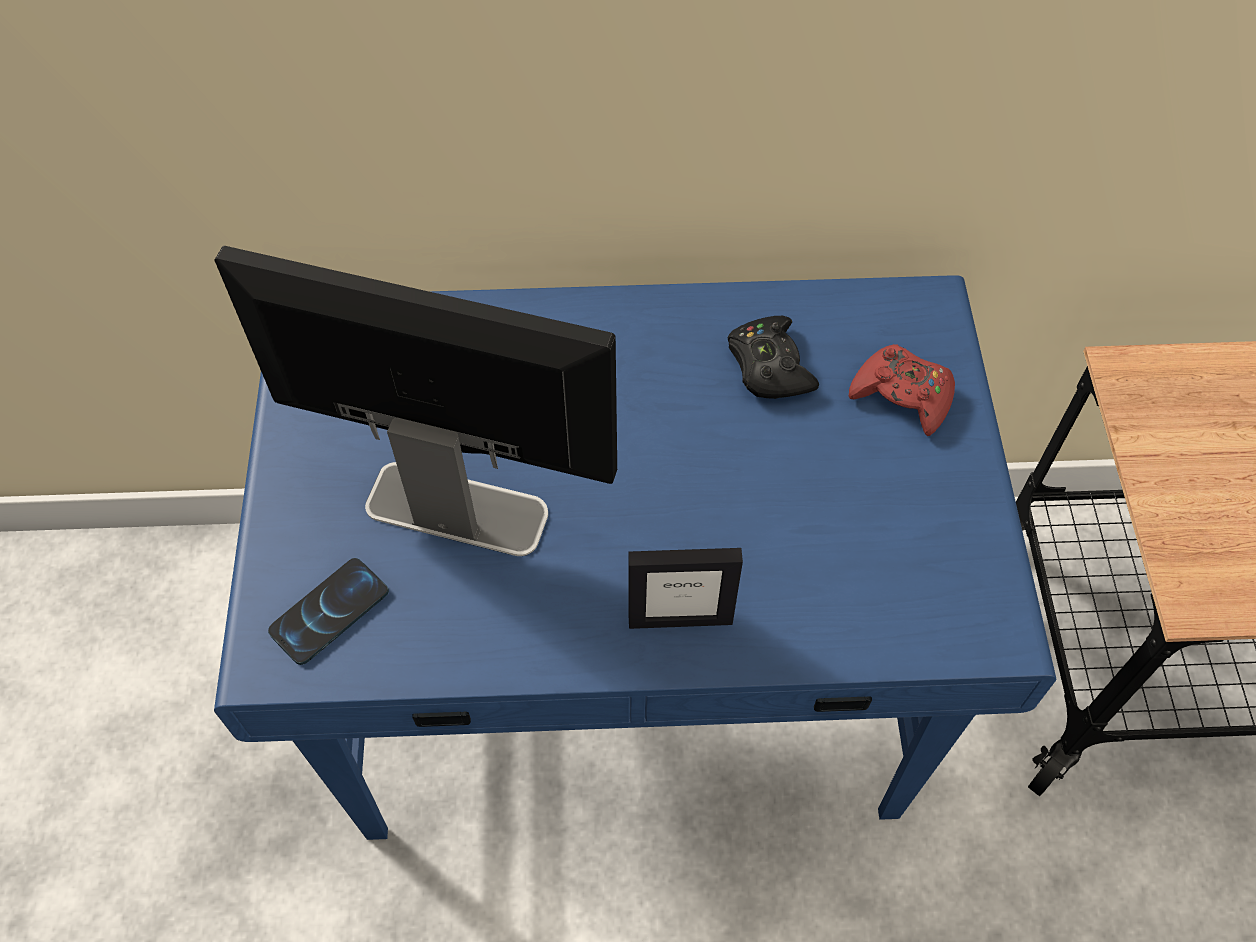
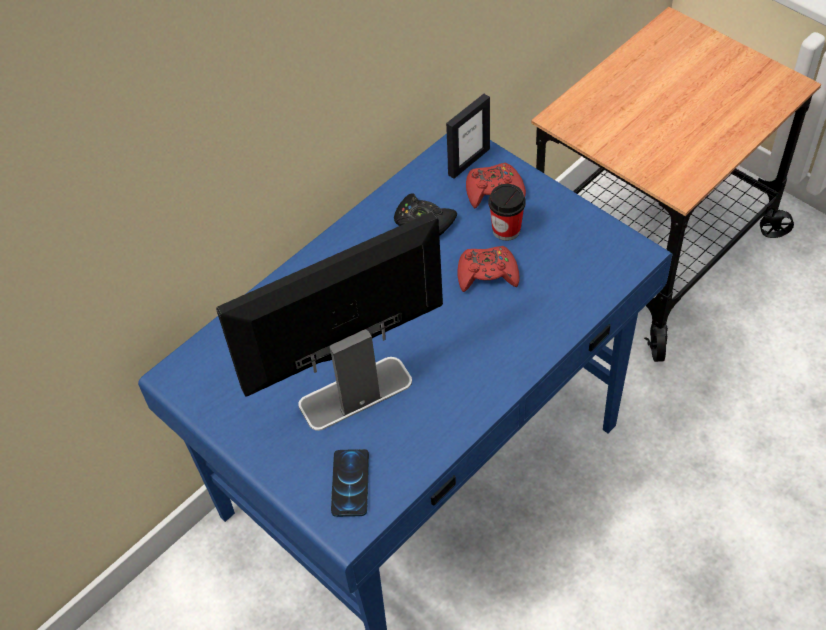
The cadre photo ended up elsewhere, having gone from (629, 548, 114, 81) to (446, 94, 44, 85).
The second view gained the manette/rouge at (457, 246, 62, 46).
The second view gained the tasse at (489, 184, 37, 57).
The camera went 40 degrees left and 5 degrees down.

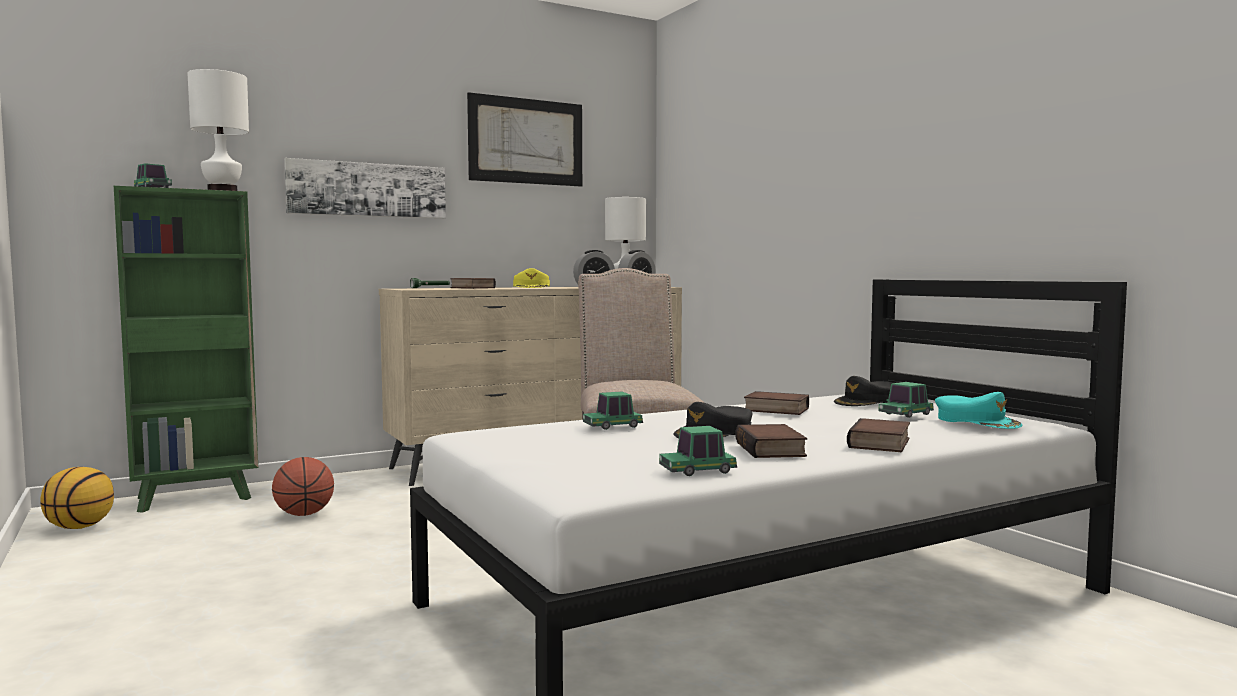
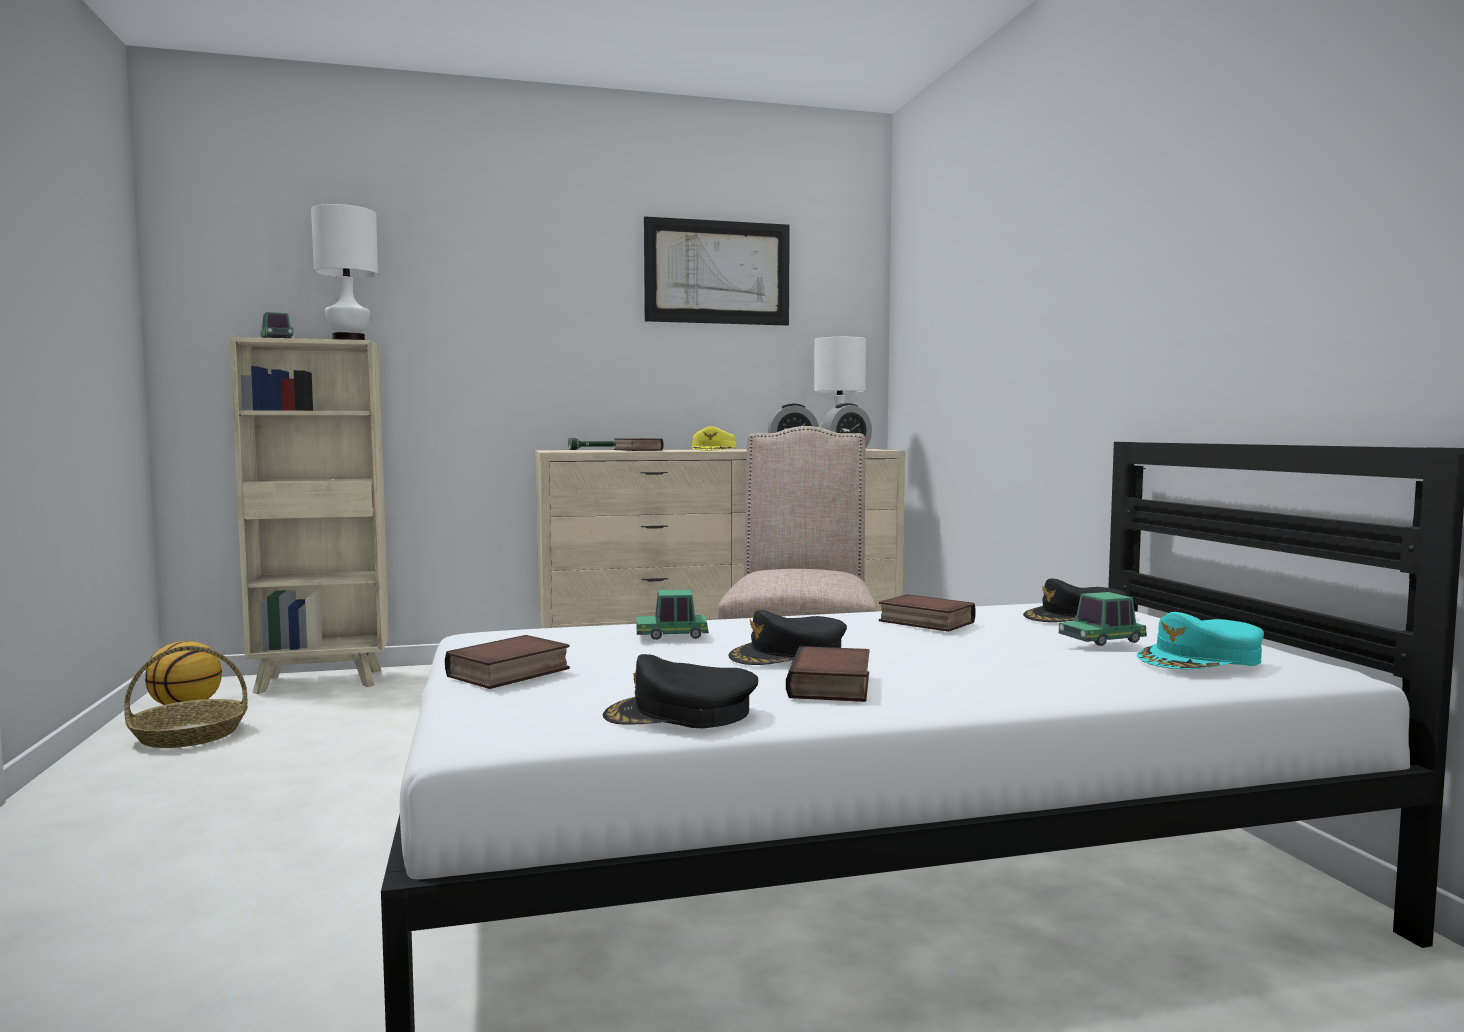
The second view gained the panier at (124, 646, 124, 102).
What was the bibliothèque/vert at (114, 186, 144, 327) turned into the bibliothèque/beige at (230, 337, 159, 357).
The livre ended up elsewhere, having gone from (847, 418, 63, 34) to (445, 635, 125, 54).
Where the petite voiture stood at (659, 426, 78, 50), the casquette/noir came to stand at (603, 654, 155, 74).
The casquette/turquoise at (935, 392, 88, 37) ended up facing another way, 90 degrees clockwise from before.
The second view lost the ballon de basket at (272, 457, 62, 59).
The second view lost the tableau at (284, 158, 162, 60).
The camera went 15 degrees right and 0 degrees up.

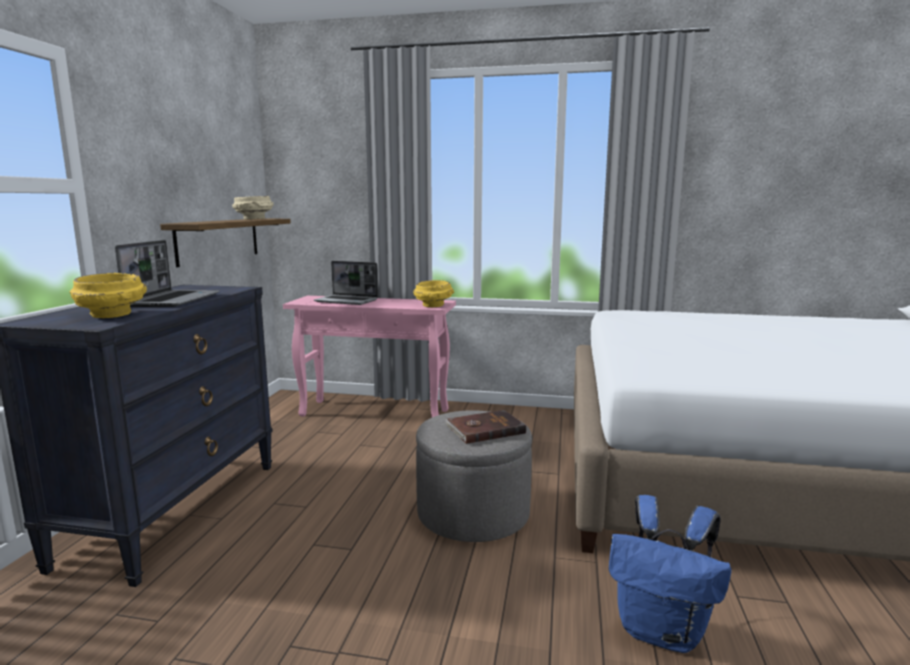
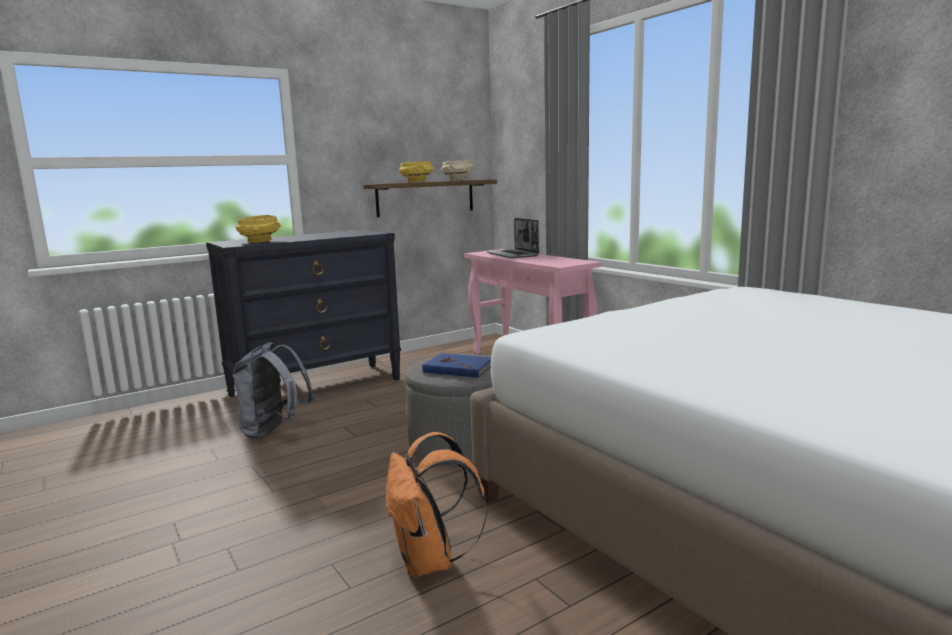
The second view gained the sac à dos/gris at (233, 342, 81, 97).
What was the sac à dos/bleu at (609, 495, 123, 158) turned into the sac à dos/orange at (386, 432, 102, 145).
The bol/jaune ended up elsewhere, having gone from (413, 280, 41, 27) to (399, 161, 35, 21).
What was the livre/marron at (445, 410, 81, 34) turned into the livre/bleu at (422, 353, 69, 25).
The second view lost the ordinateur portable at (115, 240, 105, 67).
The camera went 45 degrees right and 0 degrees up.

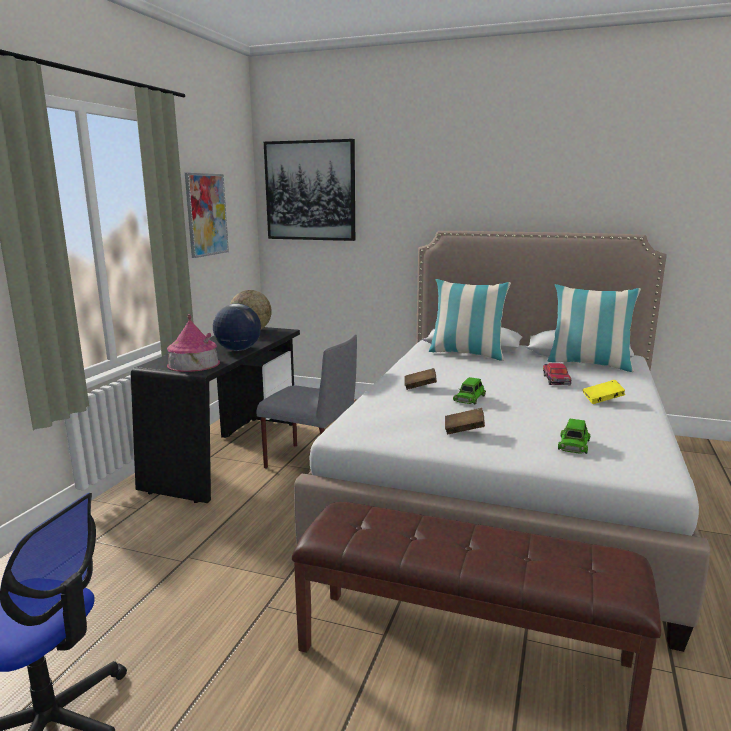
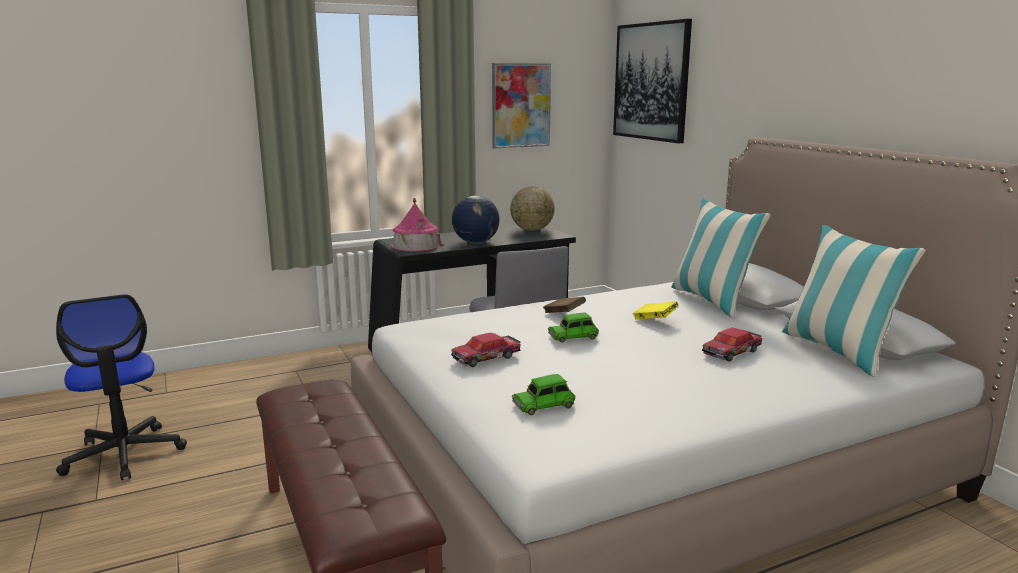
Where the livre/marron stood at (445, 408, 40, 26), the petite voiture came to stand at (451, 333, 69, 34).
The livre/jaune ended up elsewhere, having gone from (583, 380, 42, 24) to (633, 301, 45, 19).
The camera went 45 degrees right and 0 degrees up.

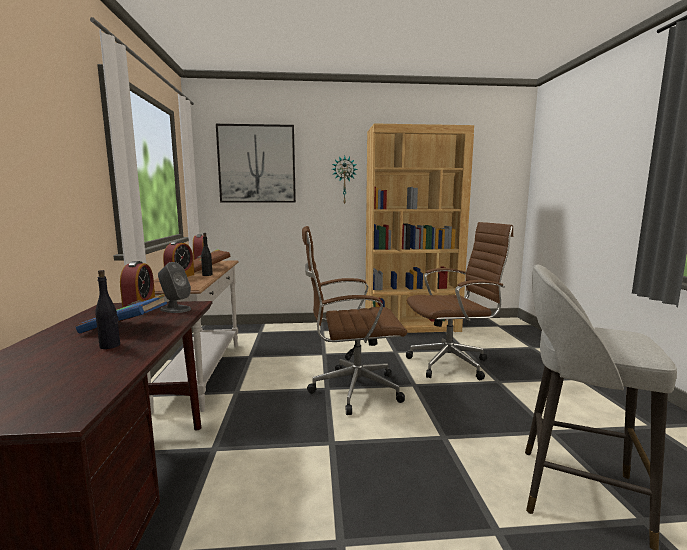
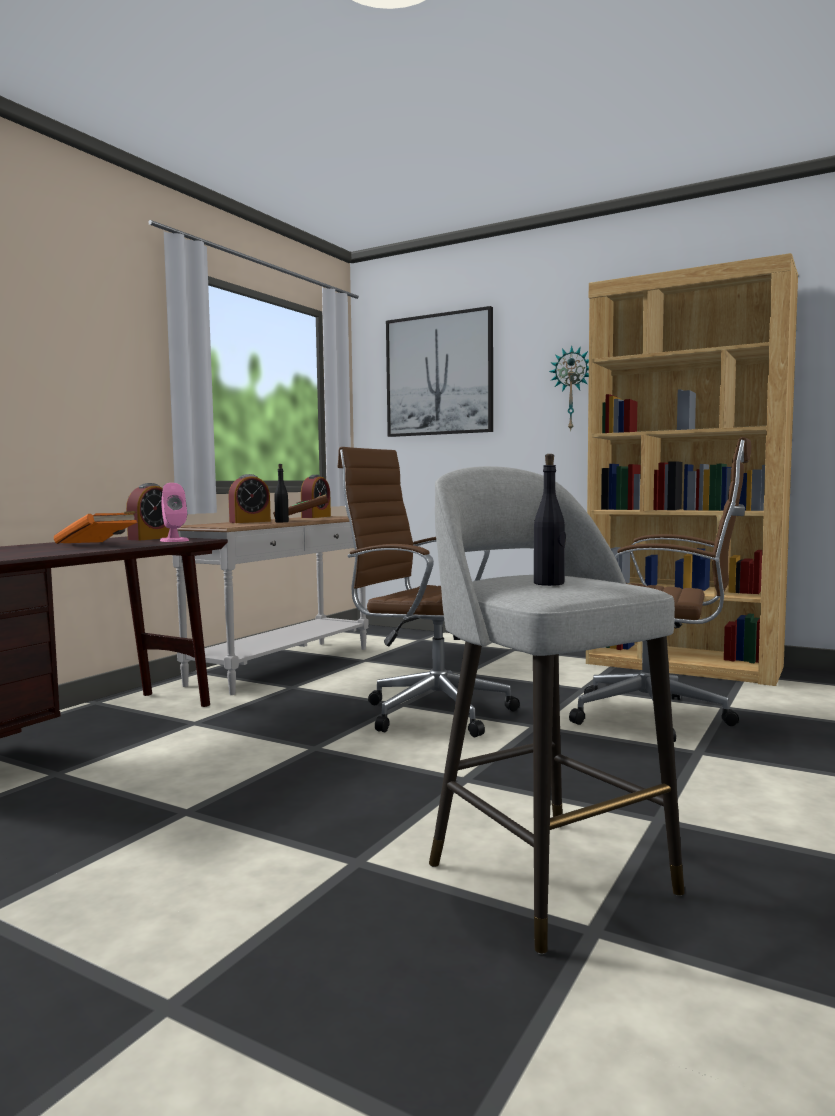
What was the livre/bleu at (76, 294, 91, 40) turned into the livre/orange at (54, 511, 83, 33).
What was the enceinte/gris at (158, 262, 33, 51) turned into the enceinte/rose at (160, 483, 29, 59).
The bouteille/noir ended up elsewhere, having gone from (95, 270, 25, 79) to (534, 454, 32, 132).
The camera went 35 degrees right and 5 degrees down.

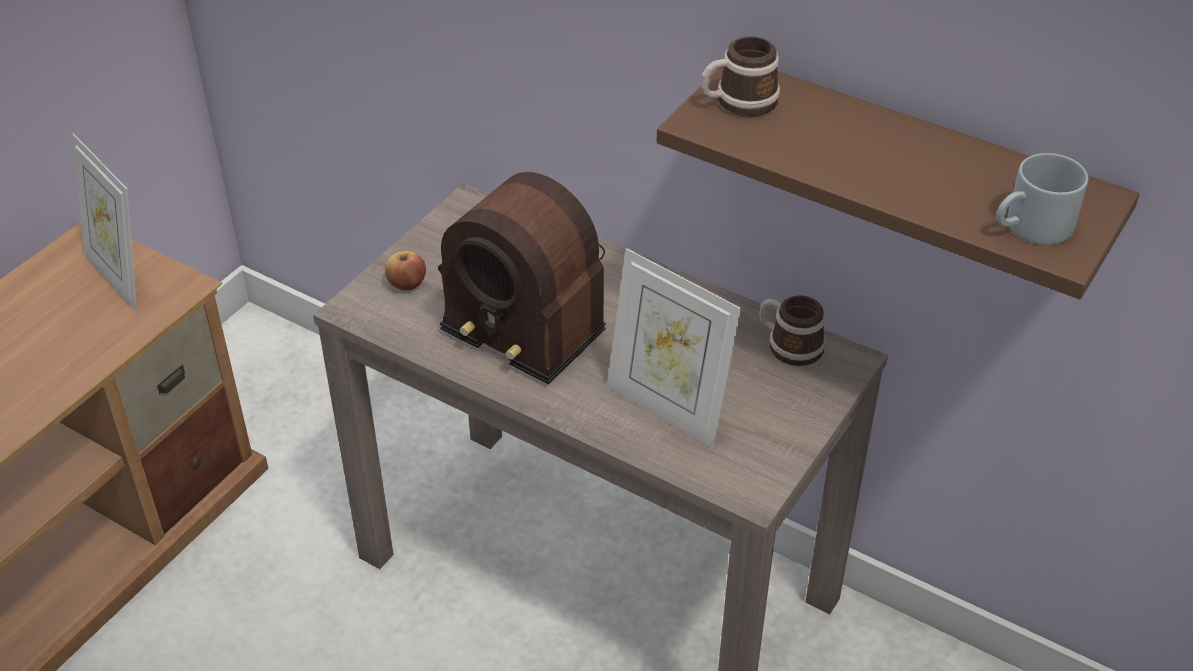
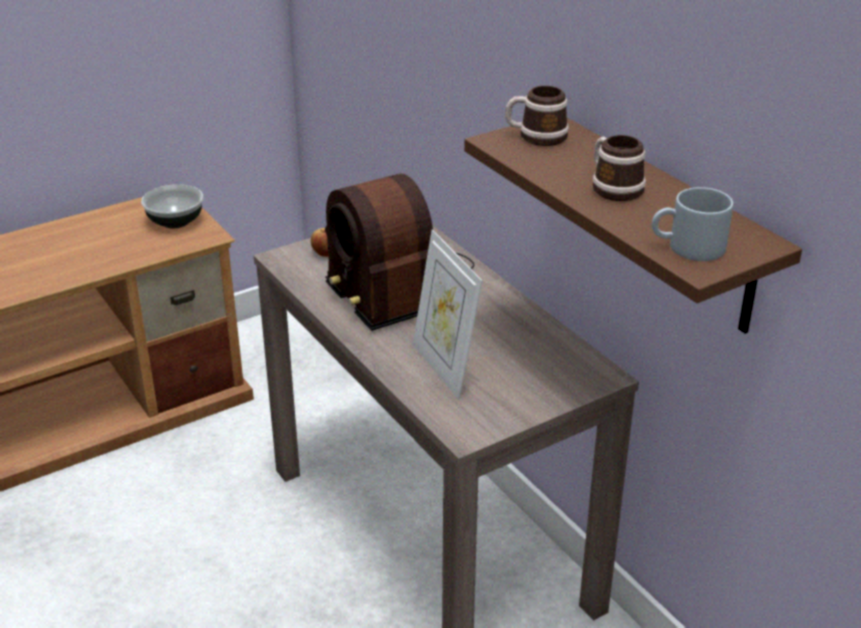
Where the cadre photo stood at (72, 133, 65, 179), the bol came to stand at (141, 184, 62, 44).
The mug ended up elsewhere, having gone from (759, 295, 67, 71) to (593, 135, 53, 66).
The camera went 25 degrees right and 10 degrees down.

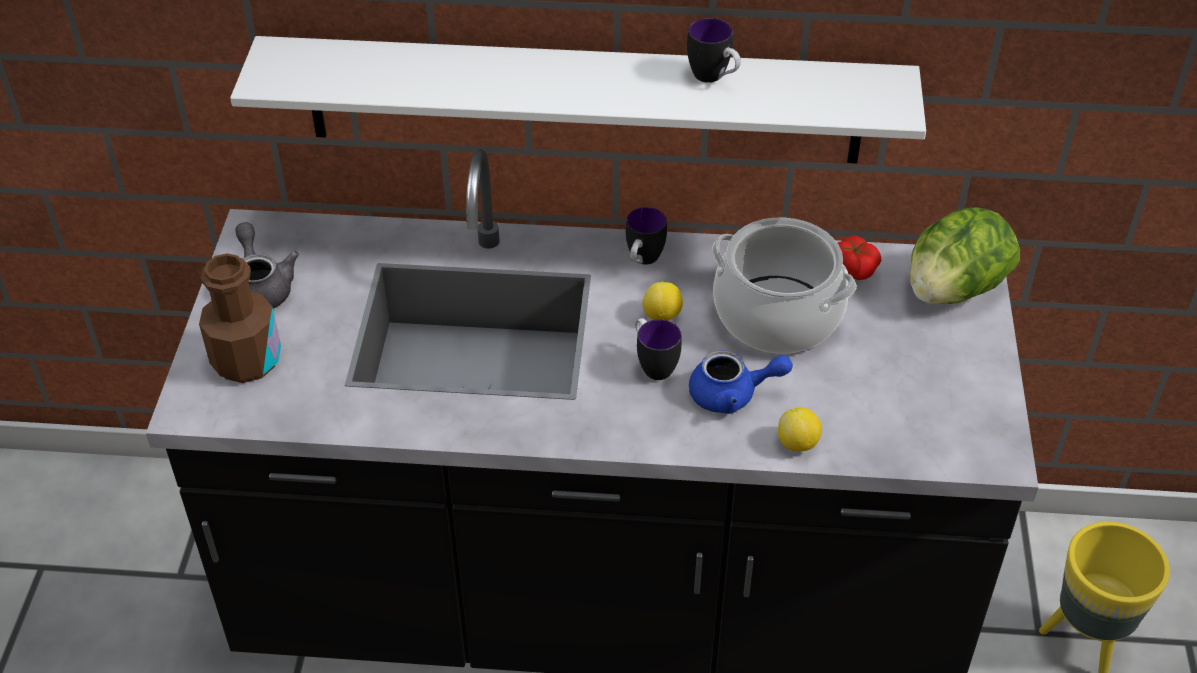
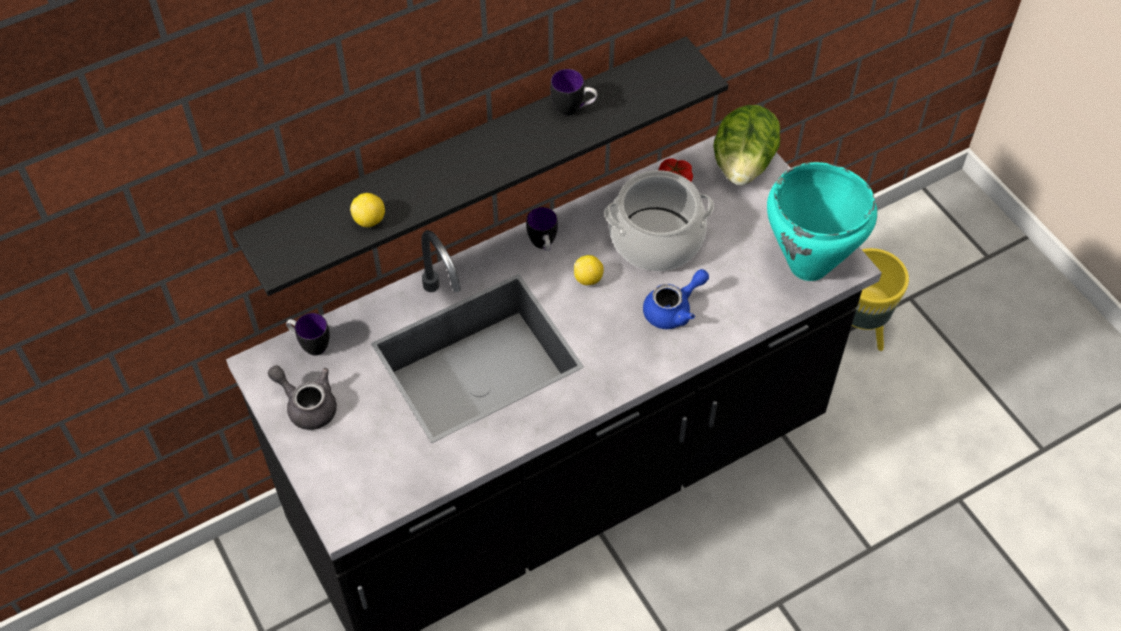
What was the étagère/blanc at (230, 36, 696, 127) turned into the étagère/noir at (233, 37, 495, 259).
The mug ended up elsewhere, having gone from (636, 318, 46, 62) to (286, 313, 44, 43).
The citron ended up elsewhere, having gone from (778, 407, 44, 44) to (350, 193, 35, 34).
The second view gained the marmite/turquoise at (767, 162, 110, 119).
The second view lost the bouteille/marron at (199, 253, 82, 130).
The camera went 35 degrees left and 10 degrees up.

